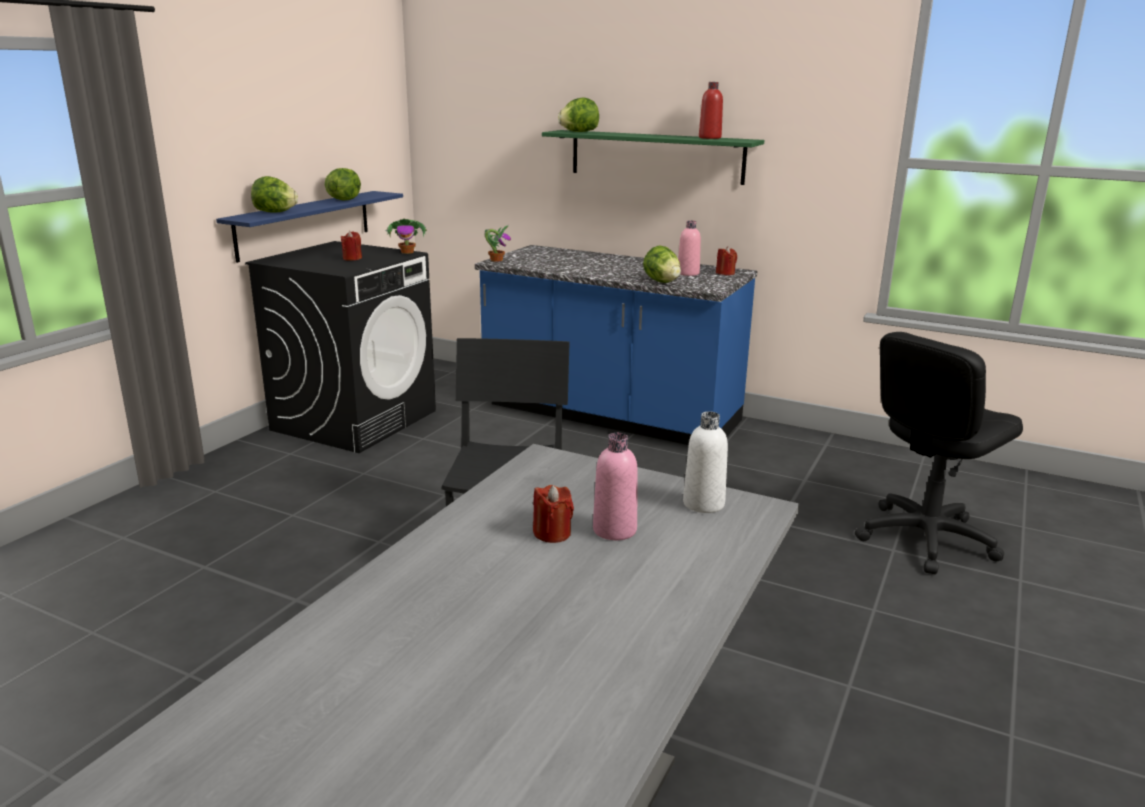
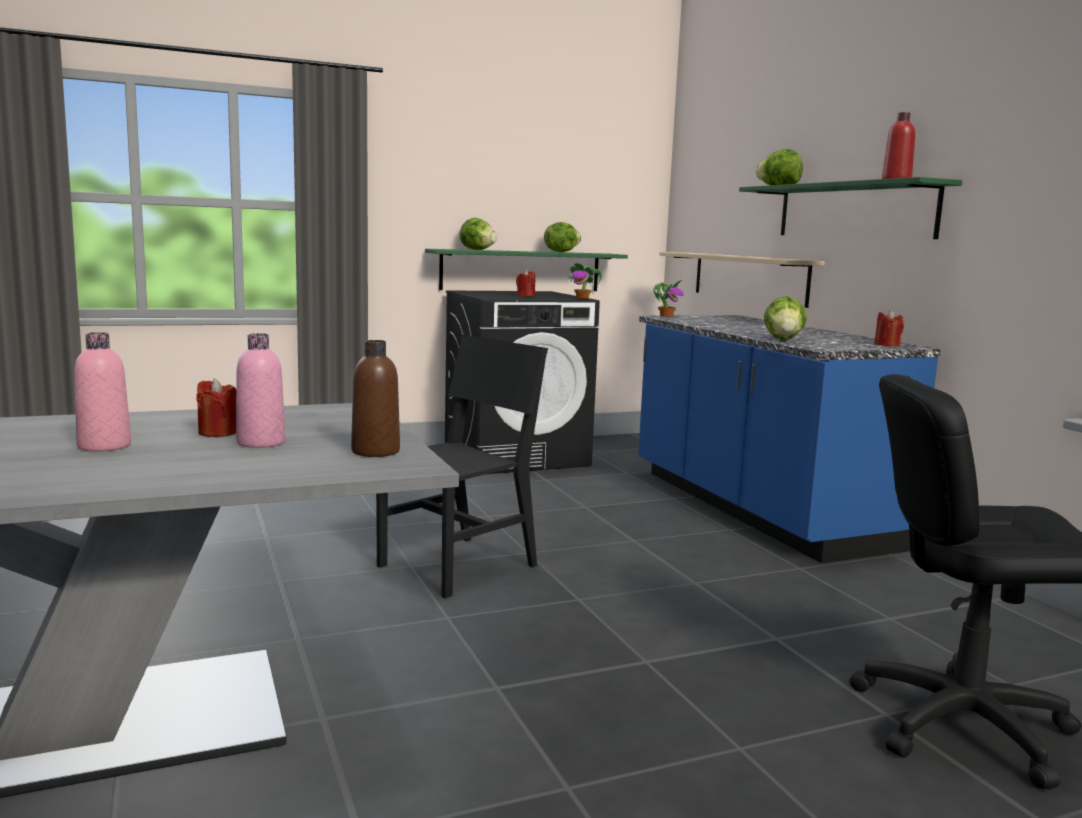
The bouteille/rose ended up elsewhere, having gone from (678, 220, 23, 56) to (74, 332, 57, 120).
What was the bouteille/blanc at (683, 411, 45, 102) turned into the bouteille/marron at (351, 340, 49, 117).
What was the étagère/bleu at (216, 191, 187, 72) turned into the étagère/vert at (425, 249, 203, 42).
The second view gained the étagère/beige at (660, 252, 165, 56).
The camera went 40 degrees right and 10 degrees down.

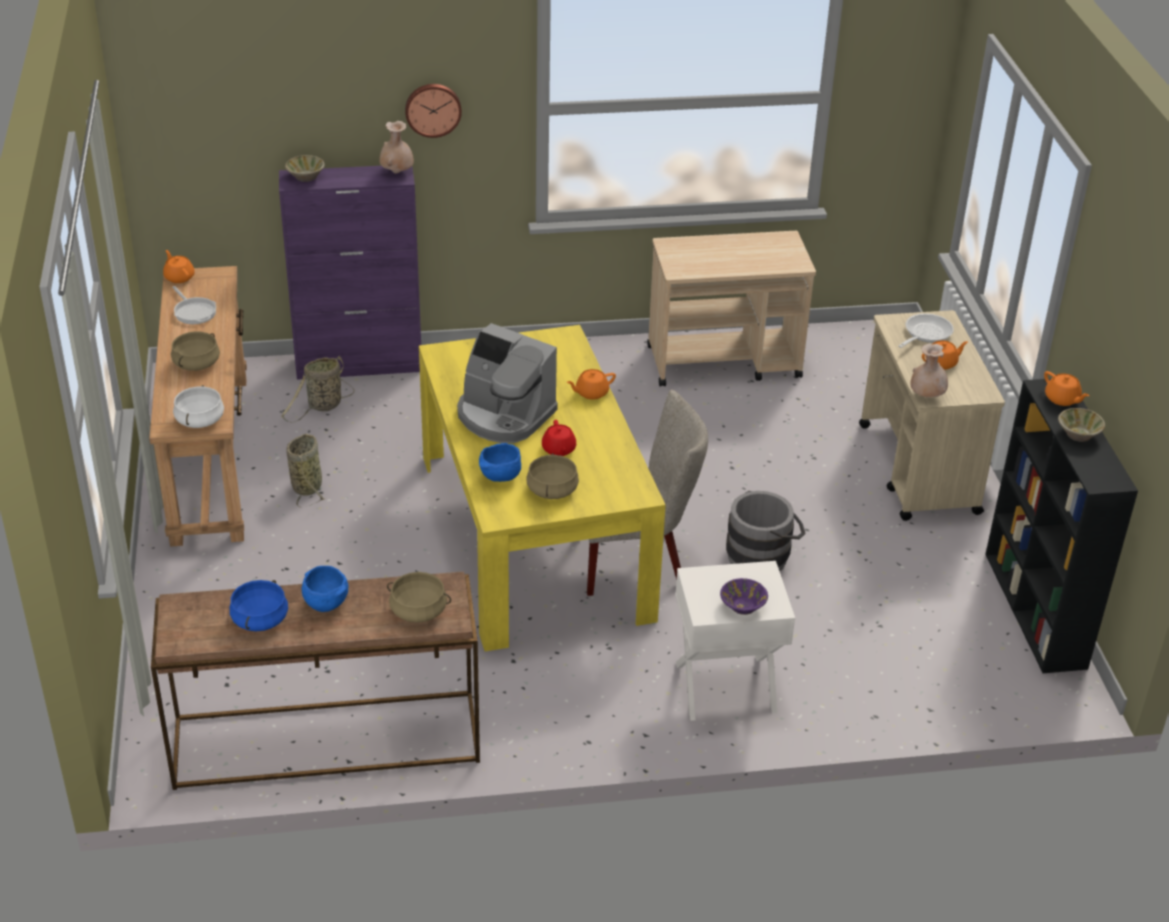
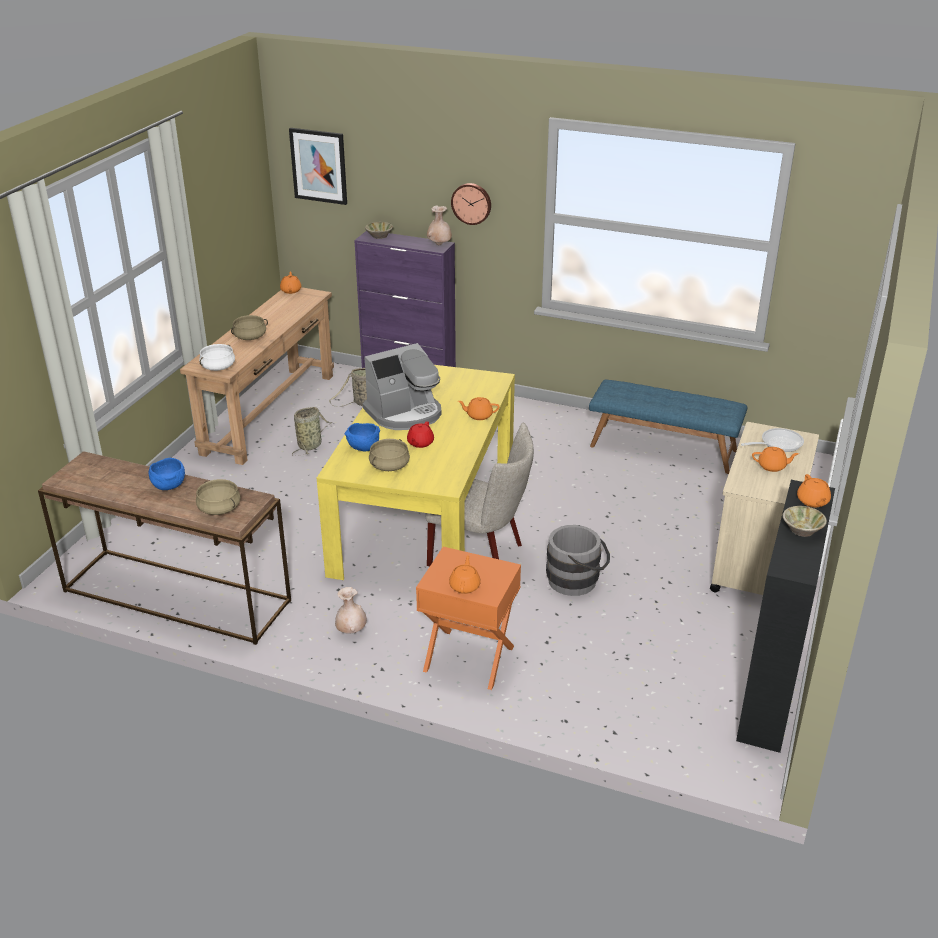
The second view gained the tableau at (289, 128, 58, 77).
The vase/beige ended up elsewhere, having gone from (910, 343, 38, 55) to (335, 587, 32, 47).
The machine à café at (457, 323, 101, 120) ended up facing another way, 90 degrees counterclockwise from before.
What was the table de chevet/blanc at (675, 561, 120, 160) turned into the table de chevet/orange at (416, 547, 105, 143).
Where the bol/violet stood at (720, 578, 48, 37), the théière/orange came to stand at (449, 555, 32, 39).
Where the chariot/beige stood at (647, 231, 169, 156), the banc/bleu came to stand at (589, 380, 158, 94).
The second view lost the poêle at (172, 286, 44, 38).
The second view lost the marmite/bleu at (230, 580, 58, 51).
The camera went 30 degrees right and 5 degrees down.

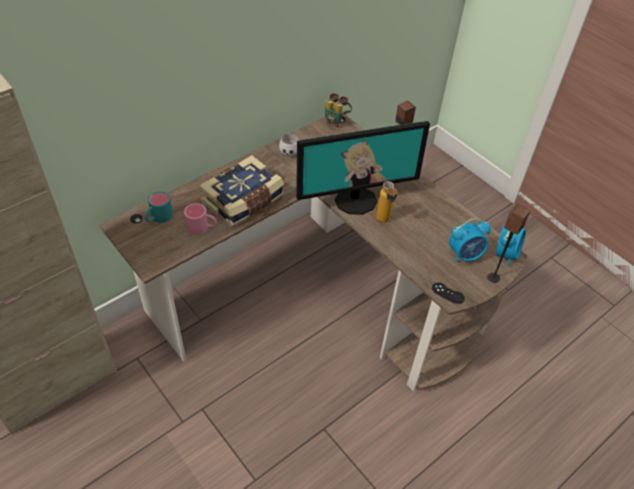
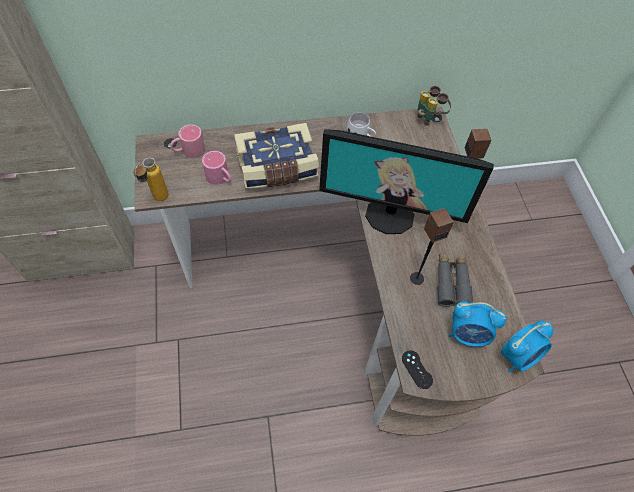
The bouteille ended up elsewhere, having gone from (376, 181, 22, 42) to (133, 158, 35, 43).
What was the mug/turquoise at (145, 191, 28, 32) turned into the mug/rose at (170, 124, 35, 34).
The enceinte ended up elsewhere, having gone from (488, 204, 43, 79) to (410, 208, 44, 77).
The second view gained the jumelles/gris at (437, 253, 36, 54).
The camera went 30 degrees right and 10 degrees up.

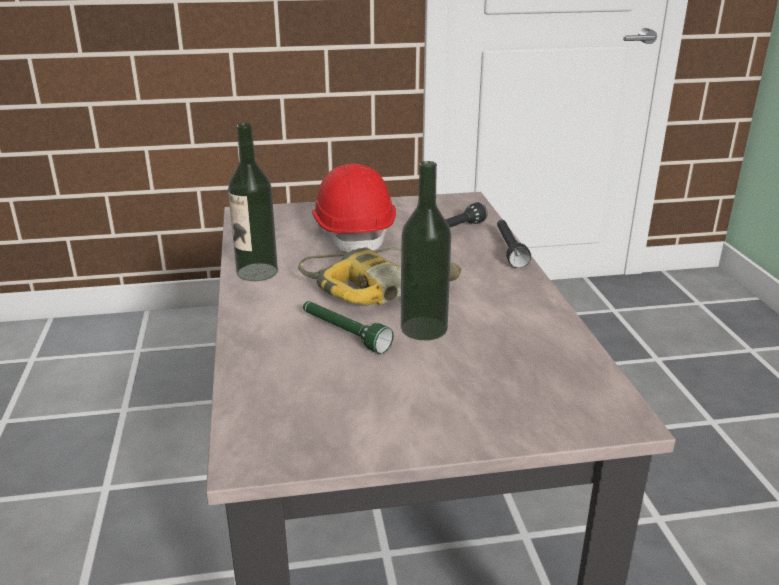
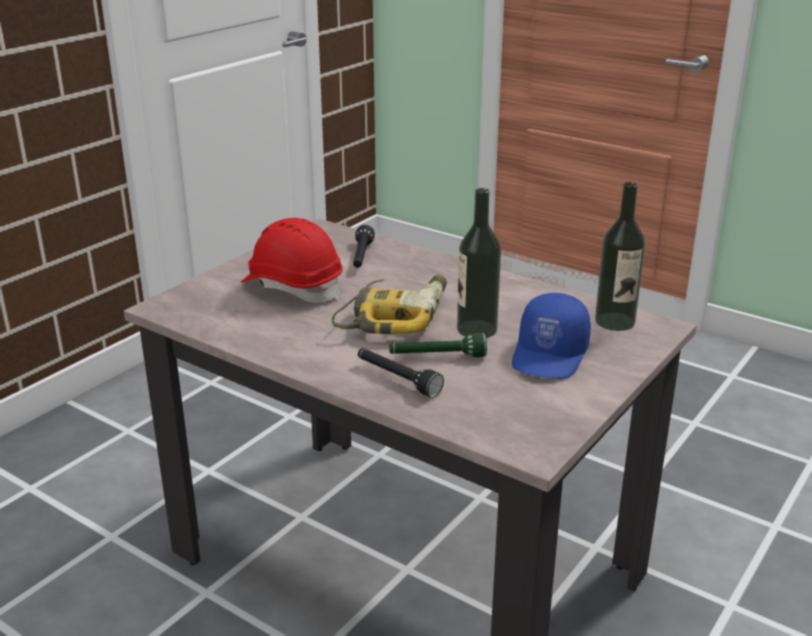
The lampe de poche/noir ended up elsewhere, having gone from (497, 220, 34, 48) to (358, 348, 86, 50).
The second view gained the casquette/bleu at (512, 293, 79, 86).
The bouteille ended up elsewhere, having gone from (228, 123, 50, 158) to (595, 182, 50, 149).
The camera went 45 degrees left and 0 degrees up.

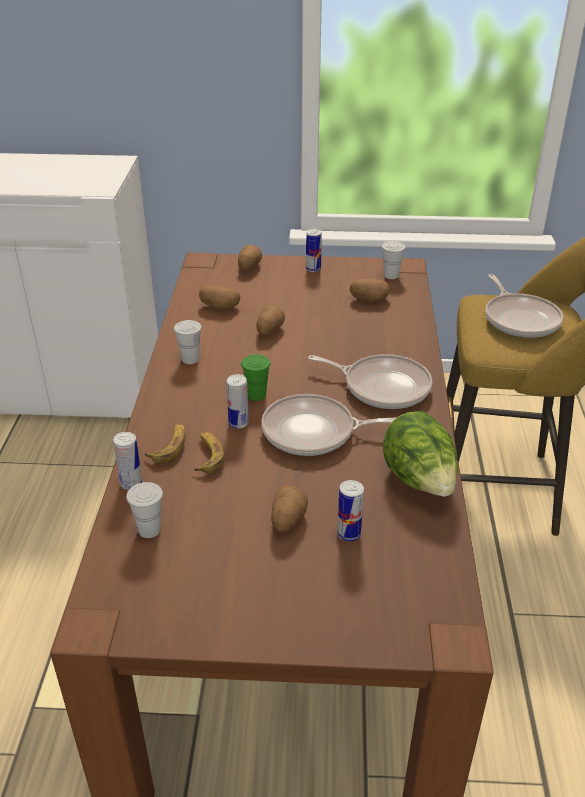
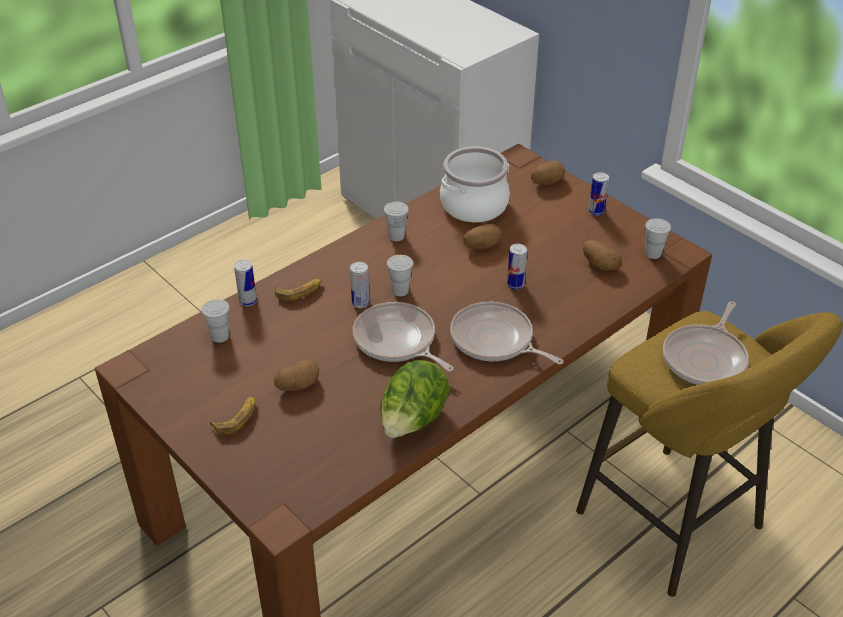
The banane ended up elsewhere, having gone from (193, 432, 32, 41) to (210, 396, 45, 38).
What was the tasse/vert at (241, 354, 30, 47) turned into the tasse/blanc at (387, 255, 26, 41).
Where the pomme de terre stood at (199, 285, 41, 25), the marmite came to stand at (440, 146, 70, 76).
The poêle at (308, 354, 124, 55) ended up facing another way, 150 degrees clockwise from before.
The boîte métallique ended up elsewhere, having gone from (337, 480, 27, 61) to (507, 244, 20, 46).
The camera went 45 degrees right and 5 degrees up.

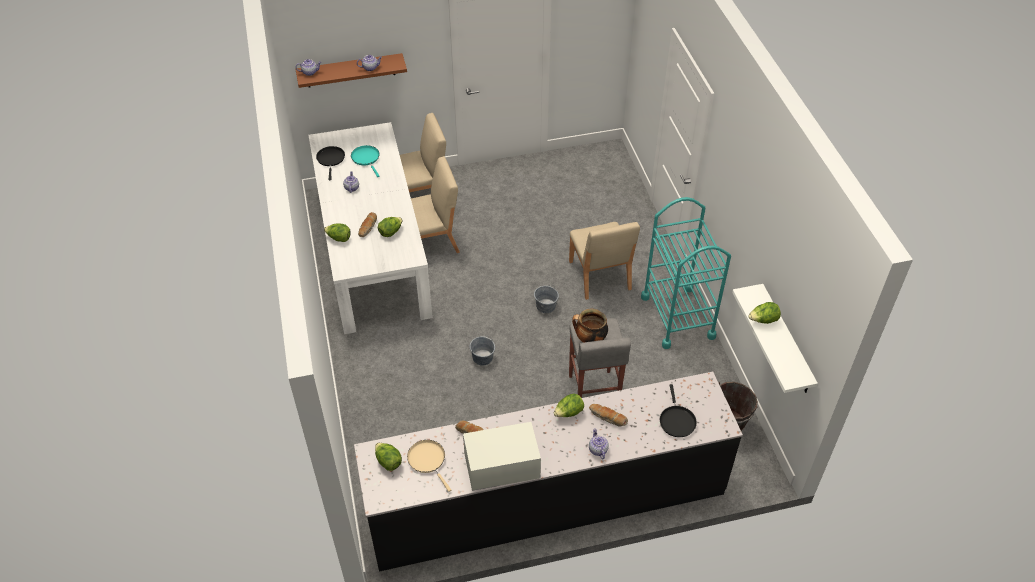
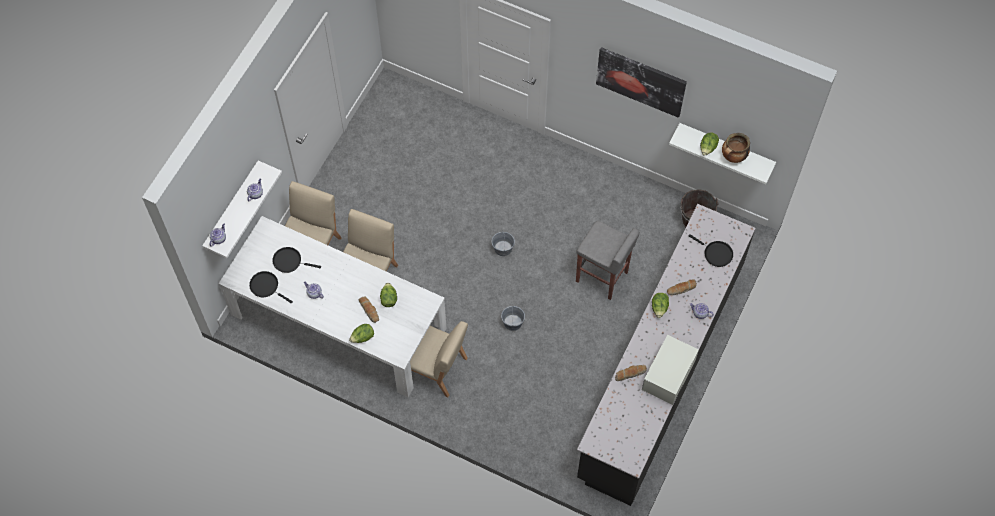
What was the étagère/marron at (296, 53, 111, 35) turned into the étagère/blanc at (202, 161, 80, 97).
What was the poêle/turquoise at (351, 145, 29, 32) turned into the poêle/noir at (272, 247, 49, 26).
The chaise/beige ended up elsewhere, having gone from (569, 222, 71, 78) to (410, 321, 58, 76).
The second view gained the tableau at (596, 47, 91, 71).
The marmite ended up elsewhere, having gone from (572, 309, 36, 34) to (722, 133, 28, 30).
The second view lost the laitue at (375, 443, 27, 28).
The second view lost the poêle/beige at (407, 440, 44, 52).
The second view lost the chariot/turquoise at (641, 197, 90, 152).
The camera went 50 degrees left and 15 degrees up.

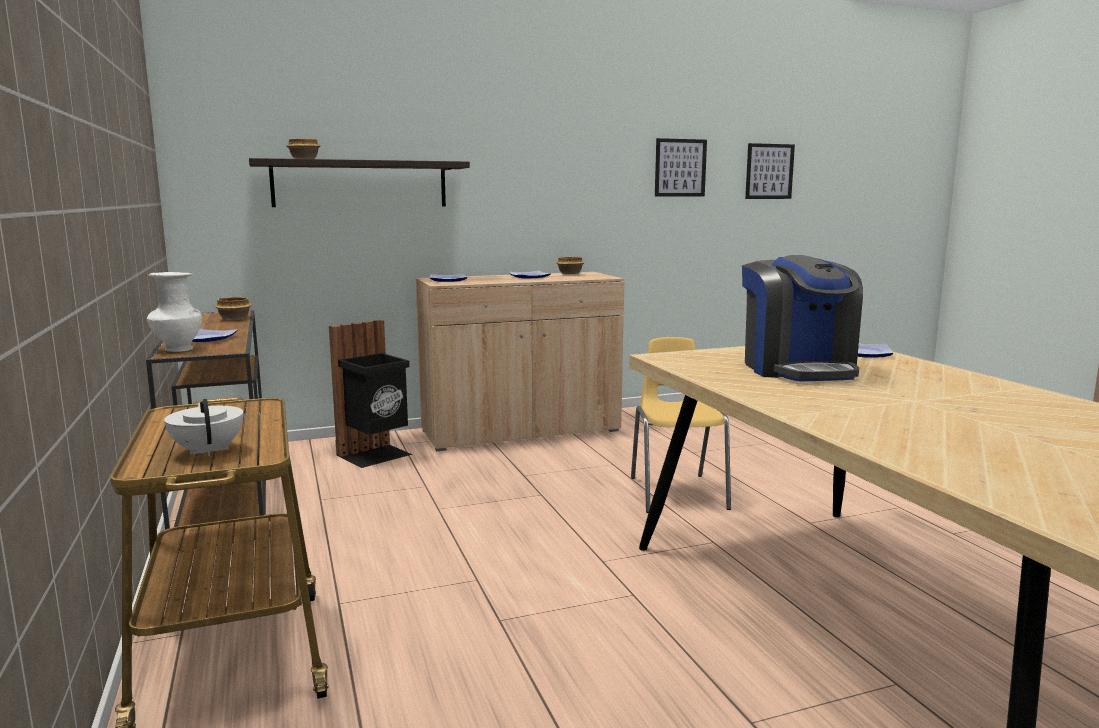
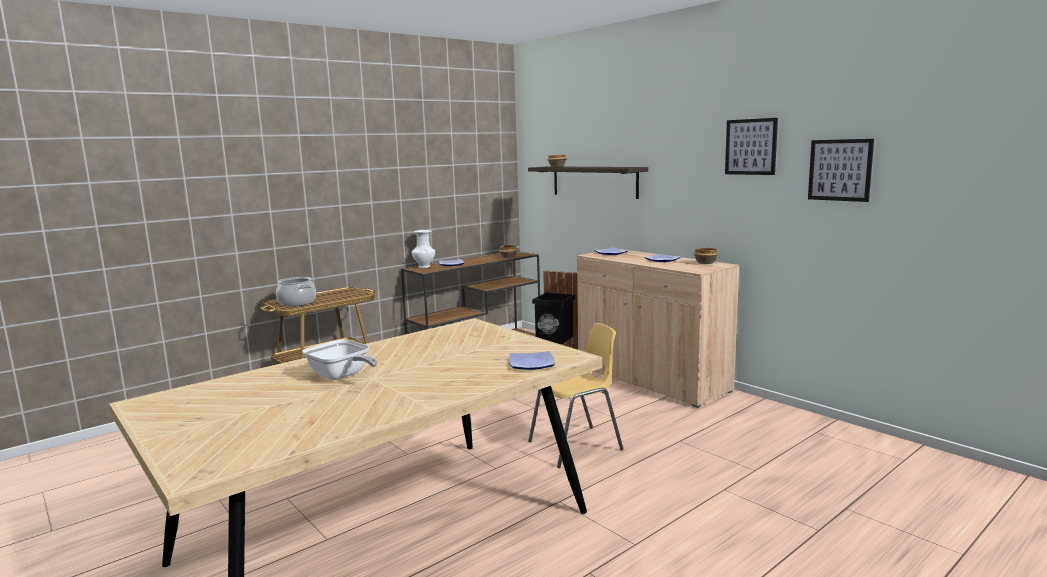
Where the théière/blanc stood at (164, 399, 79, 58), the marmite came to stand at (276, 277, 40, 29).
The second view gained the poêle at (302, 339, 76, 41).
The tableau ended up elsewhere, having gone from (745, 143, 50, 56) to (725, 118, 53, 57).
The second view lost the machine à café at (742, 255, 121, 126).
The camera went 70 degrees right and 0 degrees up.

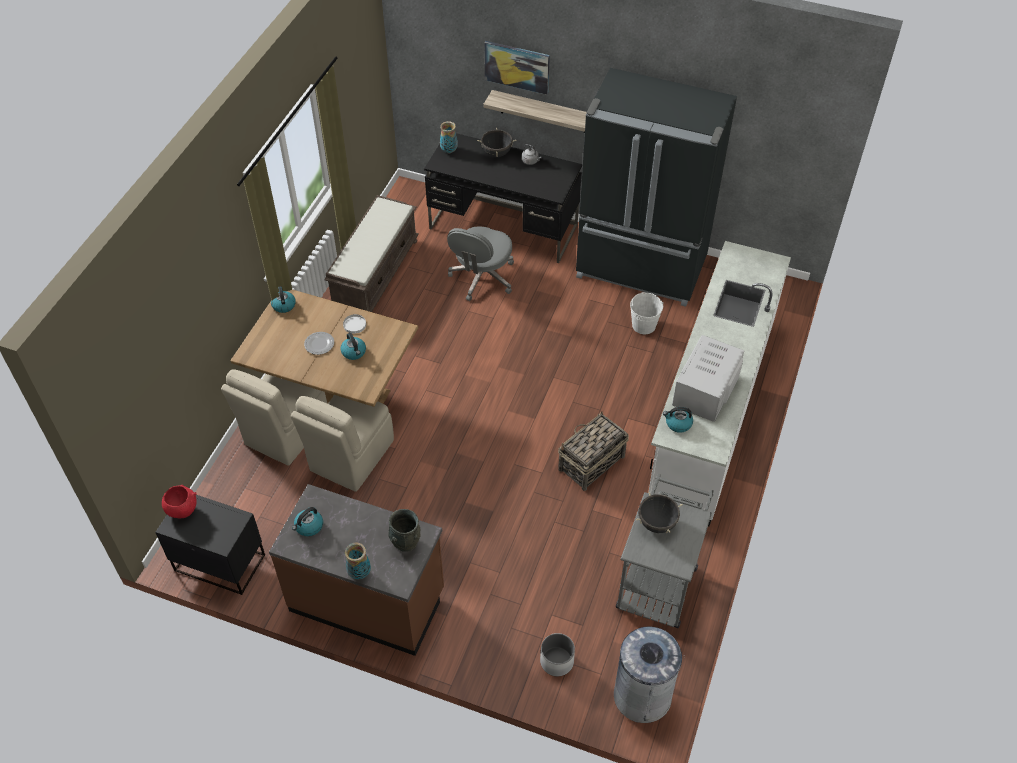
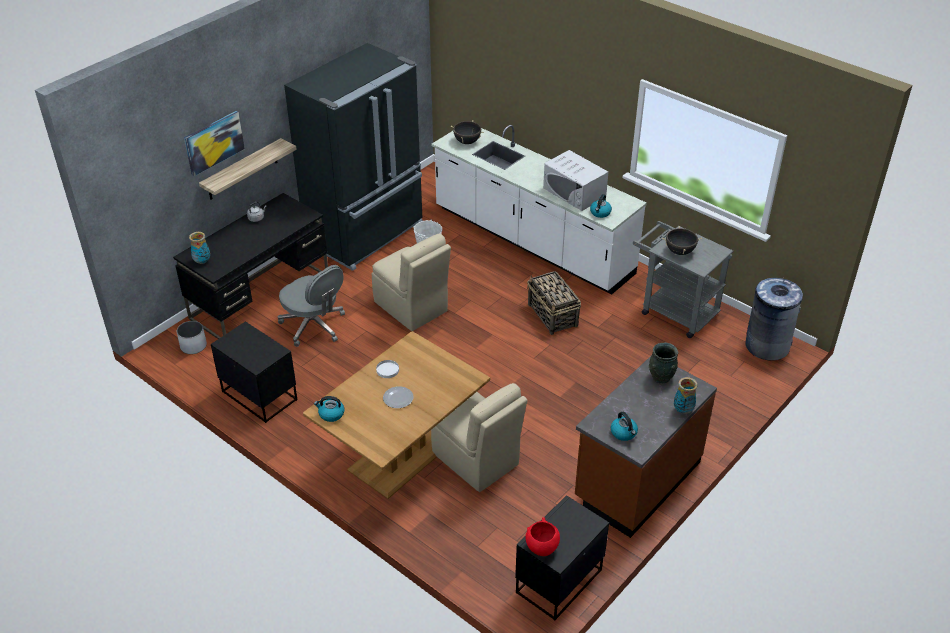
The cache-pot/blanc ended up elsewhere, having gone from (540, 633, 35, 43) to (177, 321, 30, 33).
Where the banc/marron stood at (324, 195, 95, 117), the table de chevet/noir came to stand at (211, 321, 86, 102).
The chaise/beige ended up elsewhere, having gone from (221, 369, 106, 97) to (372, 234, 79, 97).
The marmite/noir ended up elsewhere, having gone from (477, 128, 39, 29) to (451, 121, 33, 23).
The second view lost the bouilloire at (341, 333, 25, 27).
The camera went 70 degrees left and 10 degrees down.

